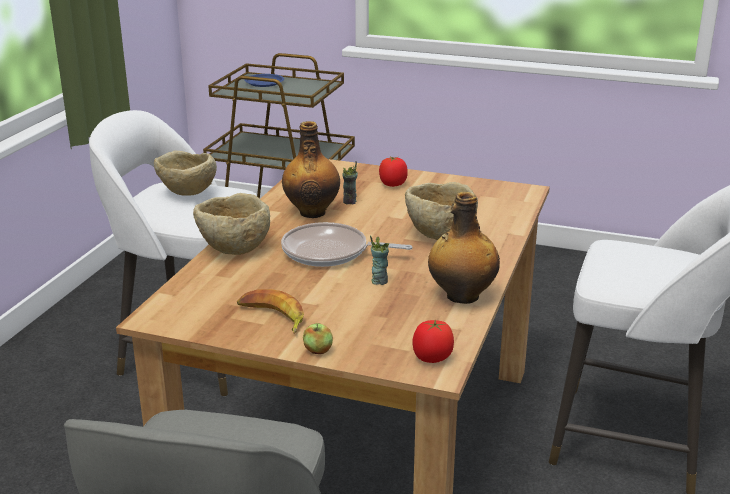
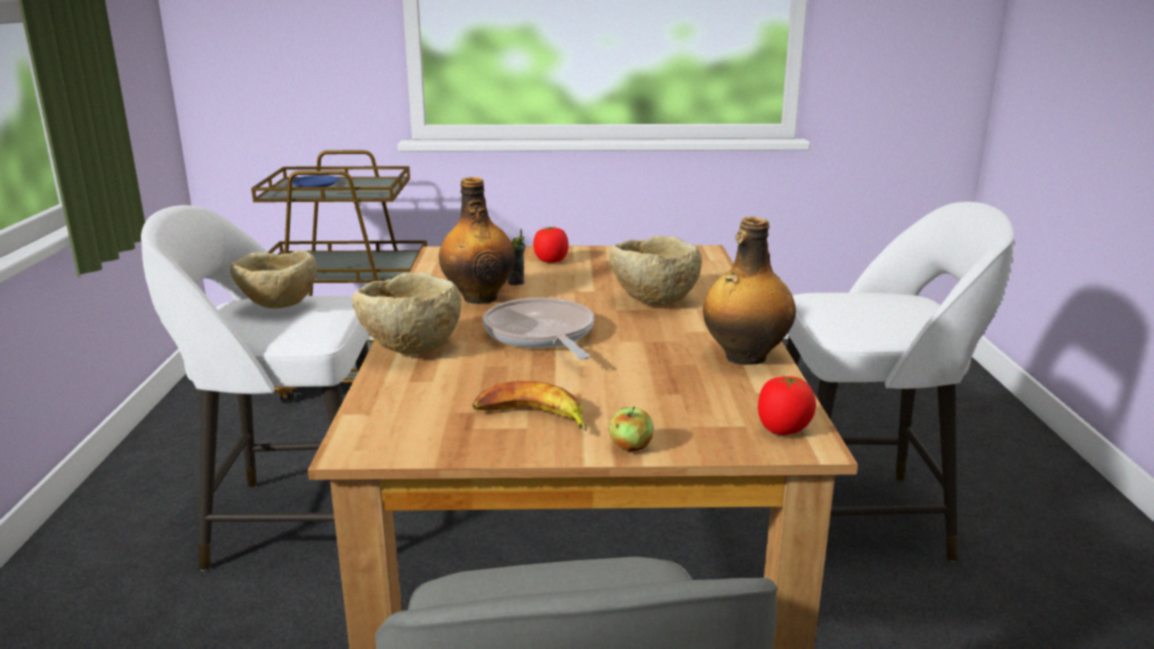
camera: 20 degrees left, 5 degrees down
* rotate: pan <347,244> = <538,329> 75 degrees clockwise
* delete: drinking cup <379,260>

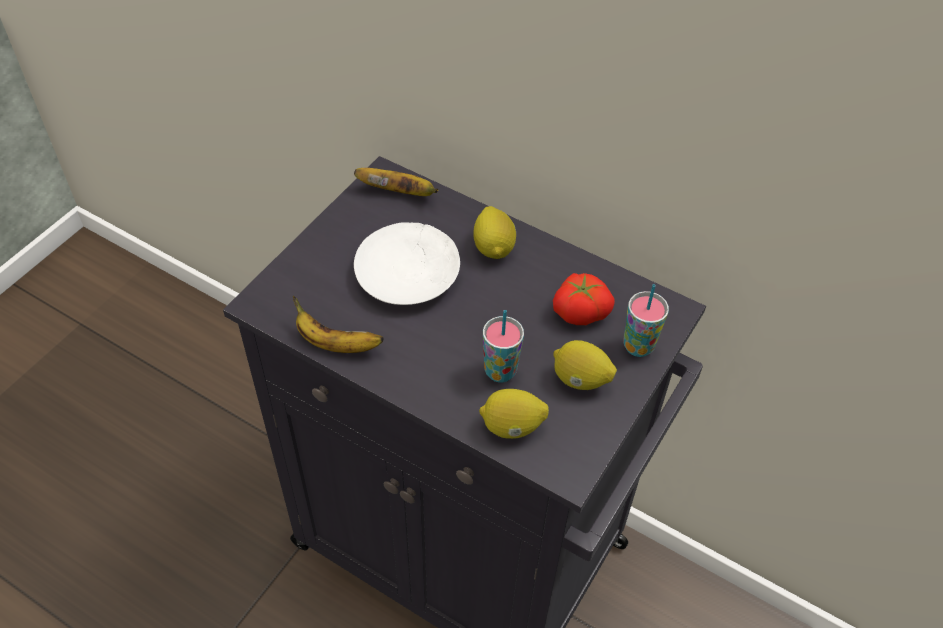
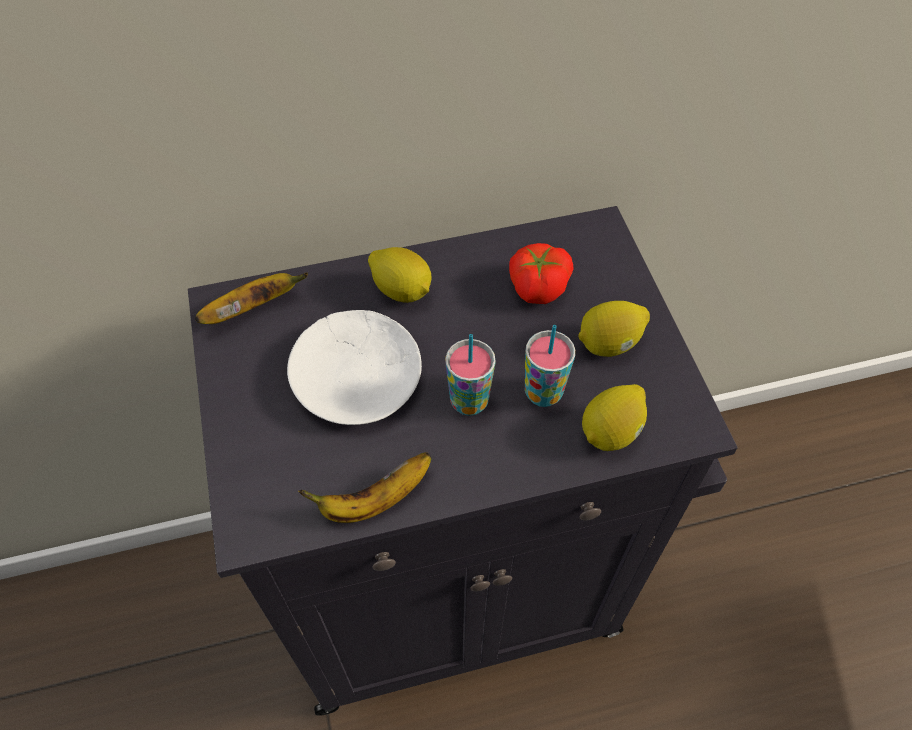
camera: 45 degrees left, 5 degrees up
* move: drinking cup <646,320> to <470,375>

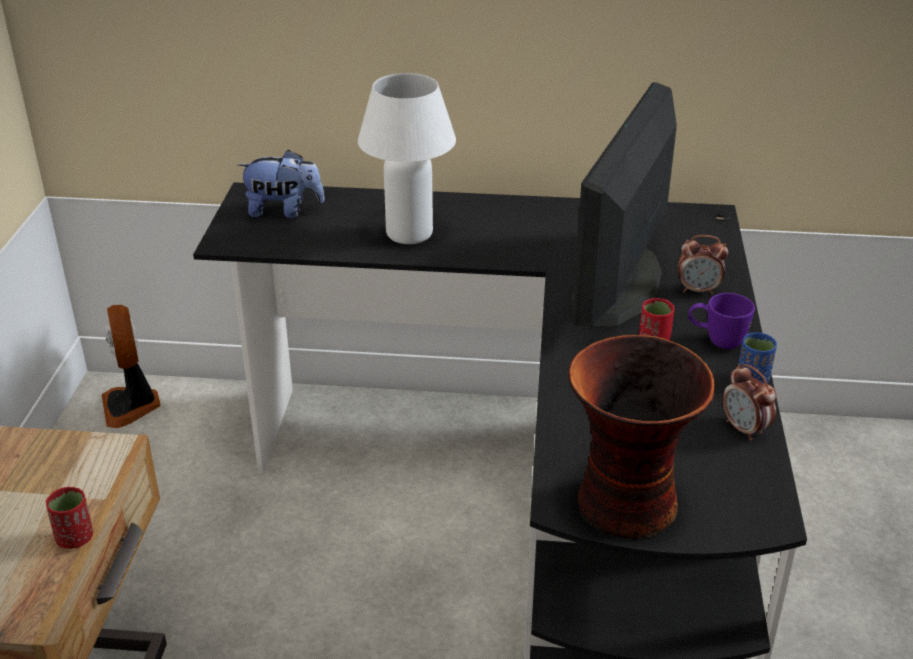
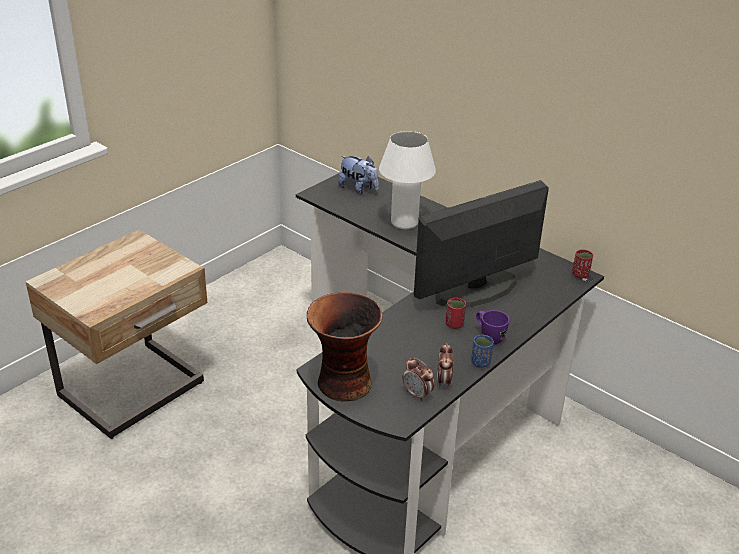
camera: 35 degrees right, 0 degrees up
* move: bedside clock <703,265> to <418,379>
* delete: fan <131,366>
* move: drinking cup/red <69,518> to <582,263>

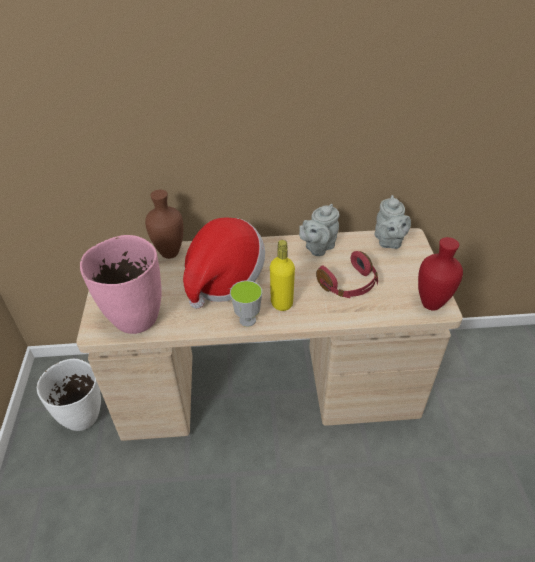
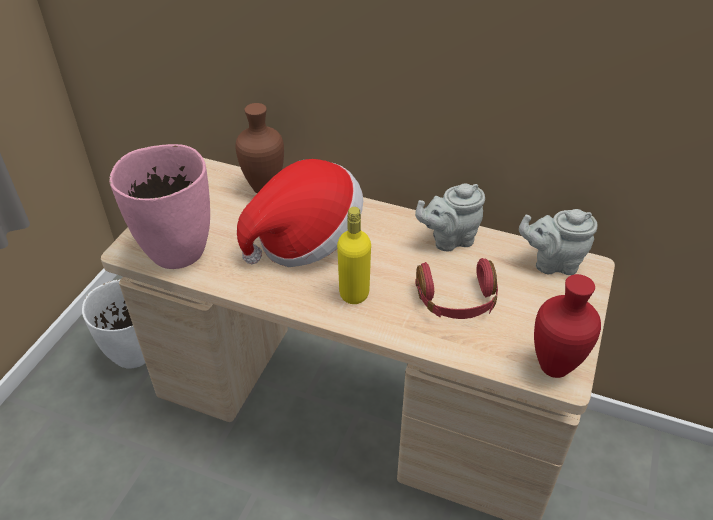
camera: 25 degrees right, 0 degrees up
* rotate: teapot/grey <393,222> = <558,242> 75 degrees clockwise
* delete: drinking cup <246,303>

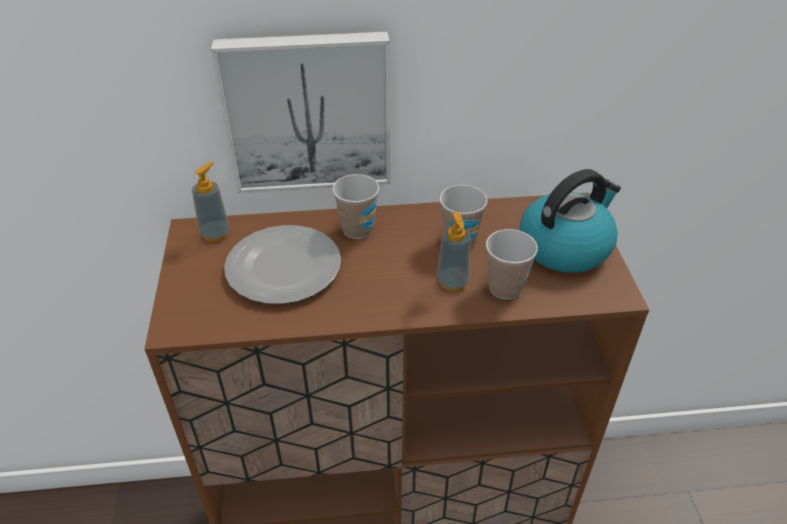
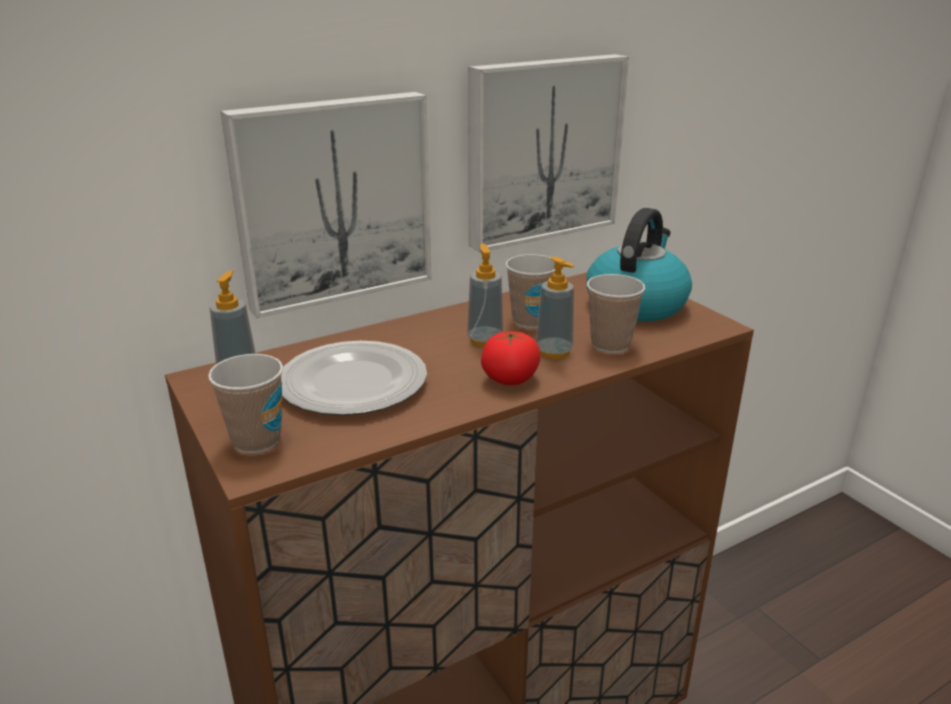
camera: 25 degrees left, 15 degrees down
* move: drinking cup <355,206> to <245,403>
* insert: picture <548,153>
* insert: soap bottle <485,295>
* insert: fresh tomato <511,358>

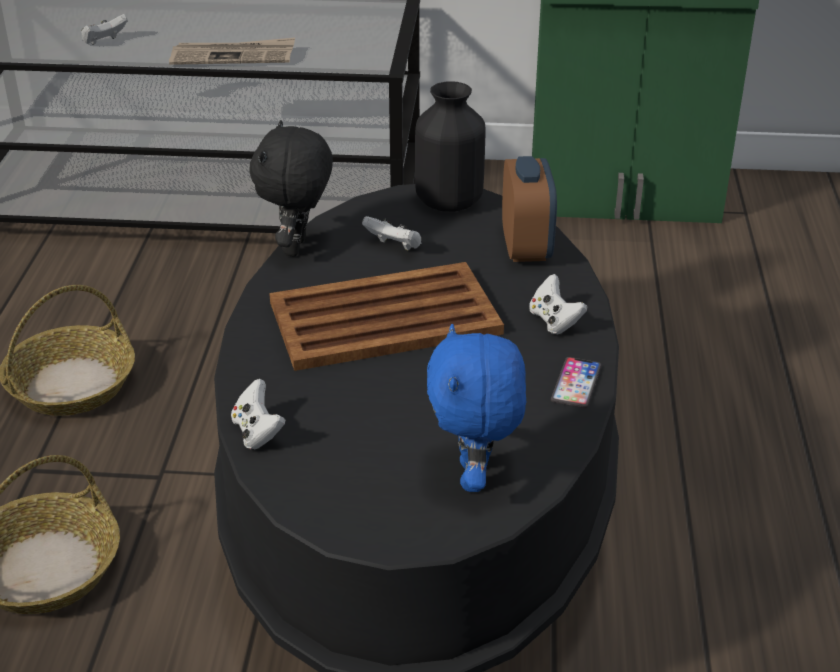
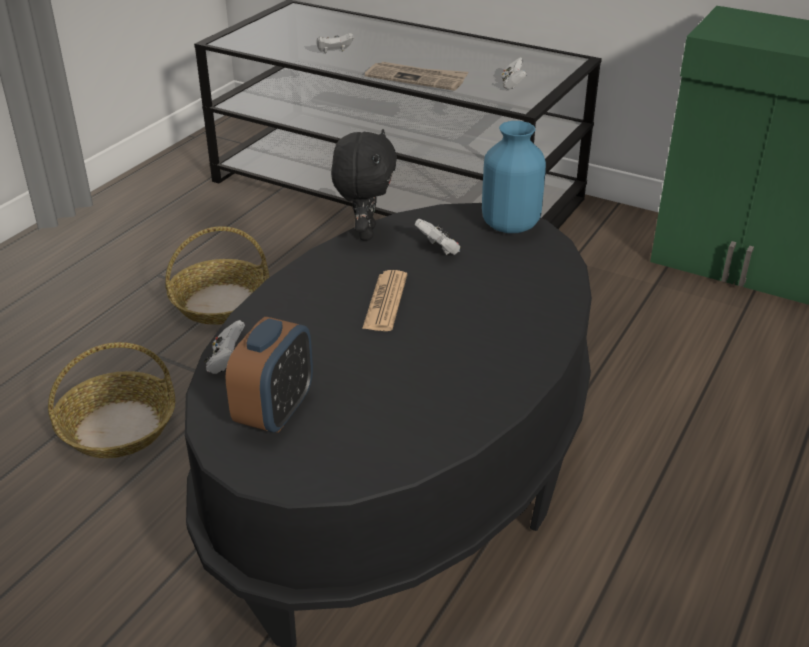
camera: 25 degrees right, 0 degrees up
* recolor: flower vase/black <450,146> to flower vase/blue <514,177>
* rotate: plush toy/black <291,188> = <364,185> 150 degrees clockwise
* move: bedside clock <529,209> to <269,375>
* replace: tray/brown <386,316> to newspaper <384,300>
* move: game controller/white-coloured <558,304> to <514,74>
* delete: plush toy/blue <476,408>
* delete: phone <576,382>

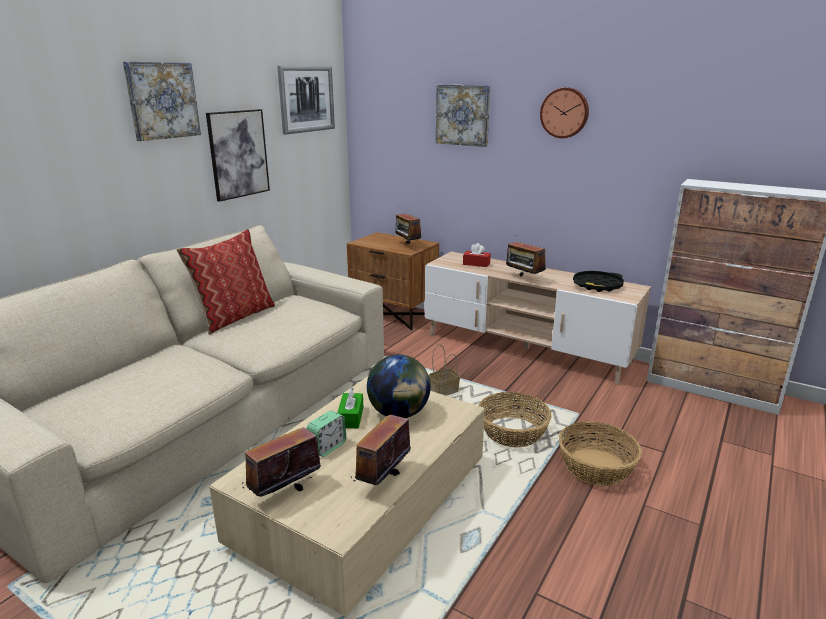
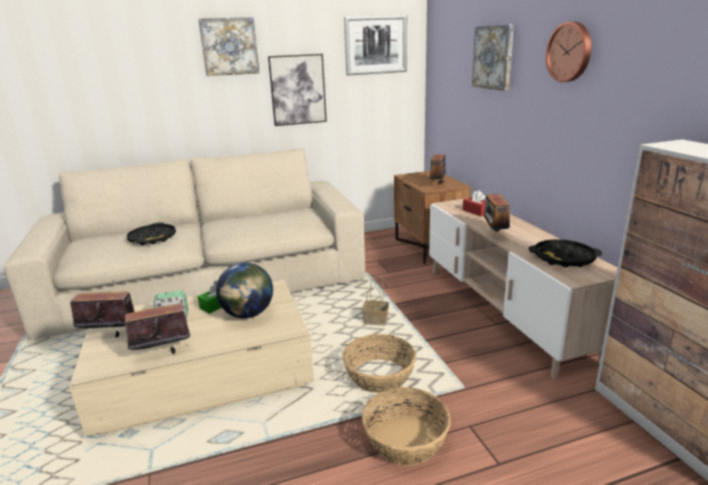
camera: 40 degrees right, 0 degrees up
* delete: throw pillow <226,282>
* insert: tray/black <151,234>

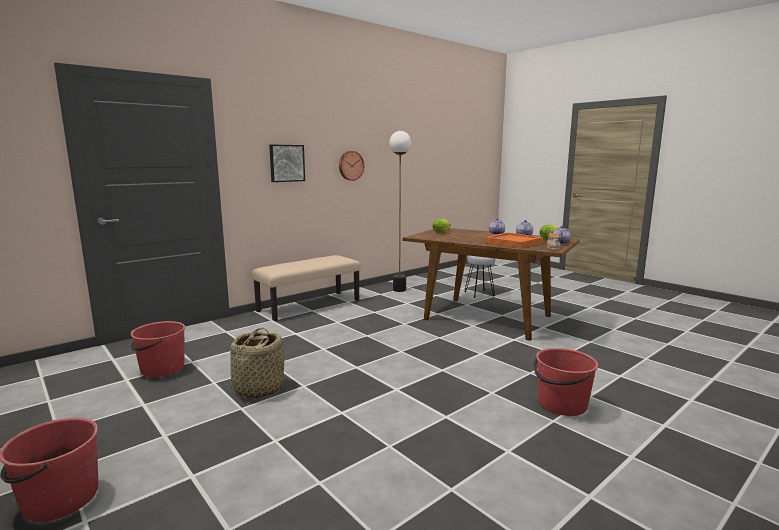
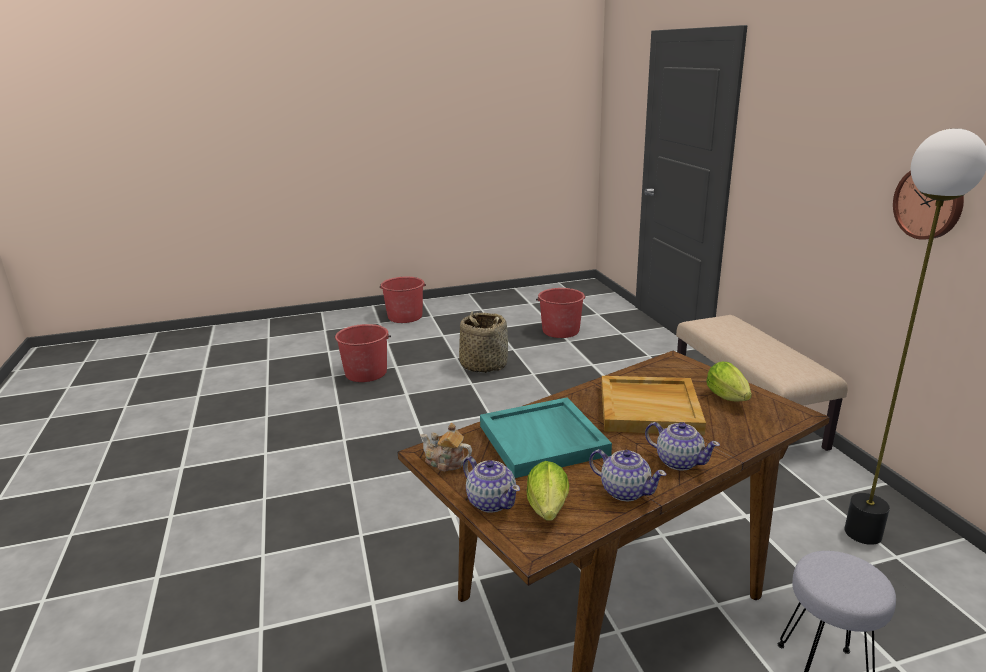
camera: 115 degrees right, 10 degrees up
* delete: picture <287,163>
* recolor: tray/orange <514,240> to tray/turquoise <546,437>
* move: pail/red <566,382> to <363,353>
* insert: tray/beige <653,405>

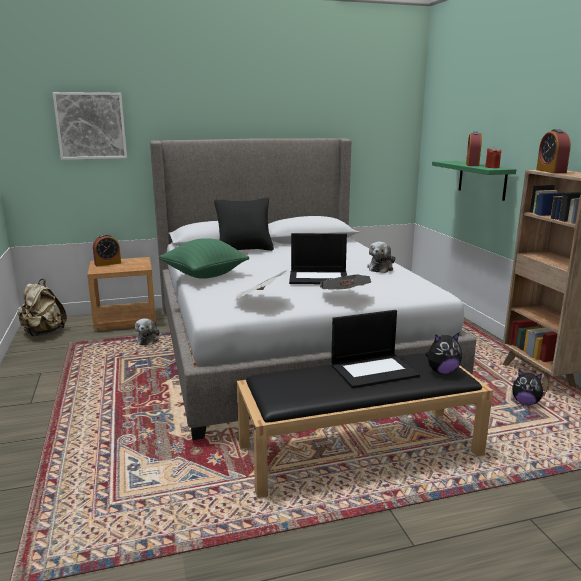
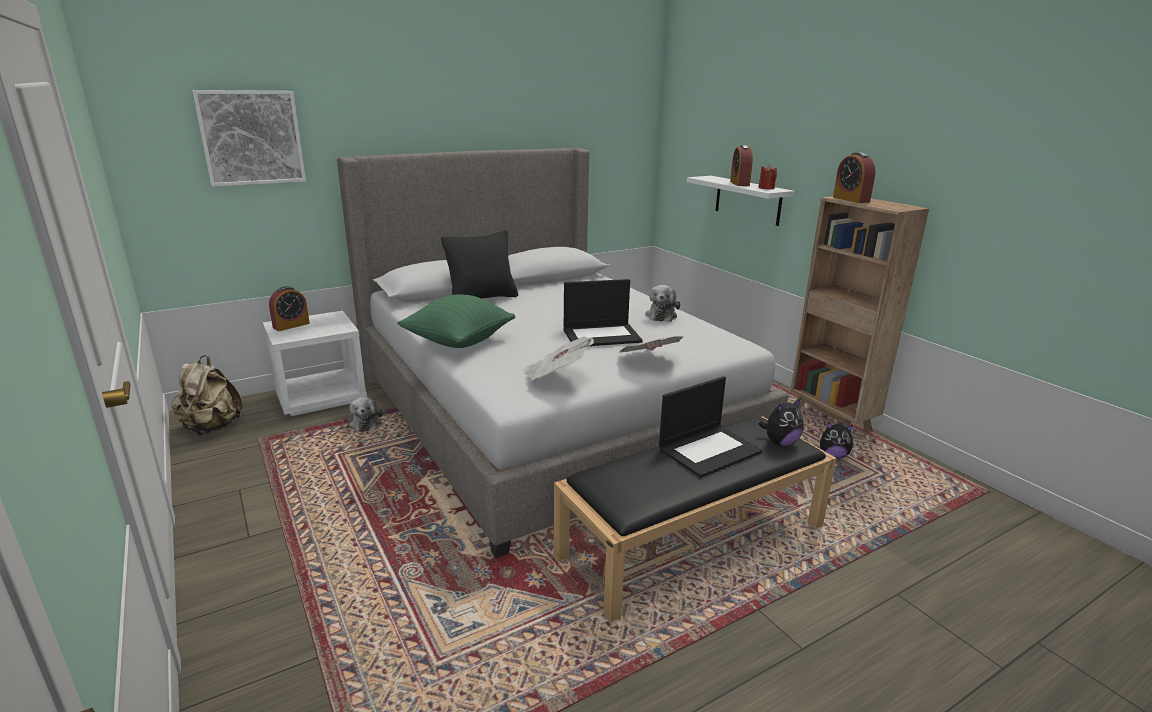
camera: 15 degrees left, 5 degrees up
* recolor: bracket shelf/green <474,181> to bracket shelf/white-coloured <740,201>
* recolor: night table/brown <121,294> to night table/white-coloured <315,363>

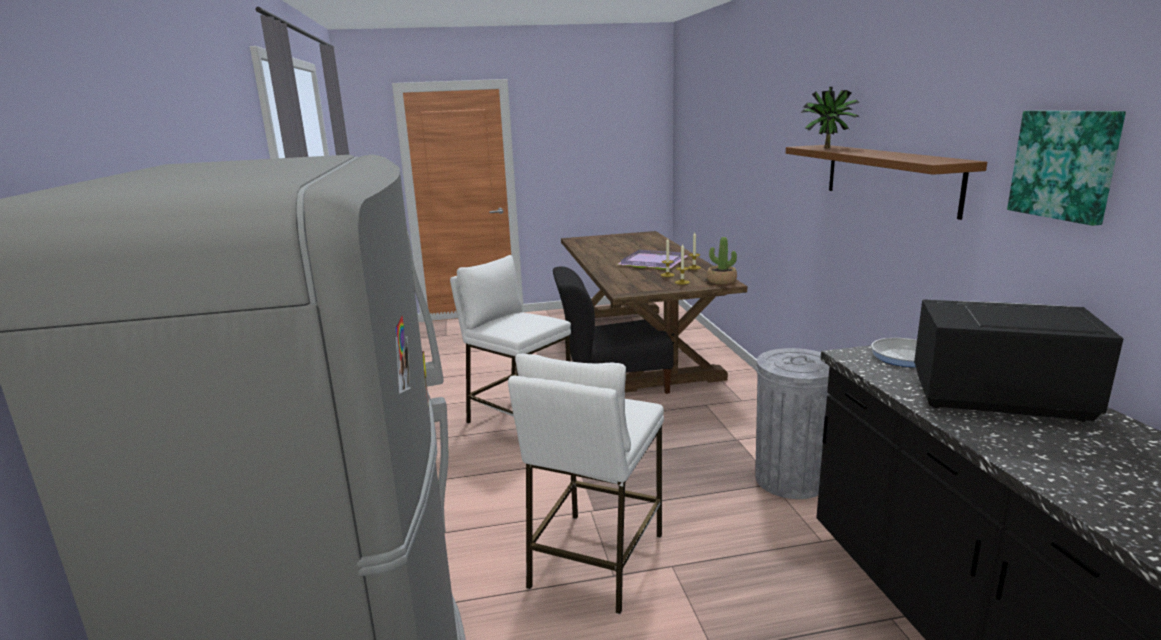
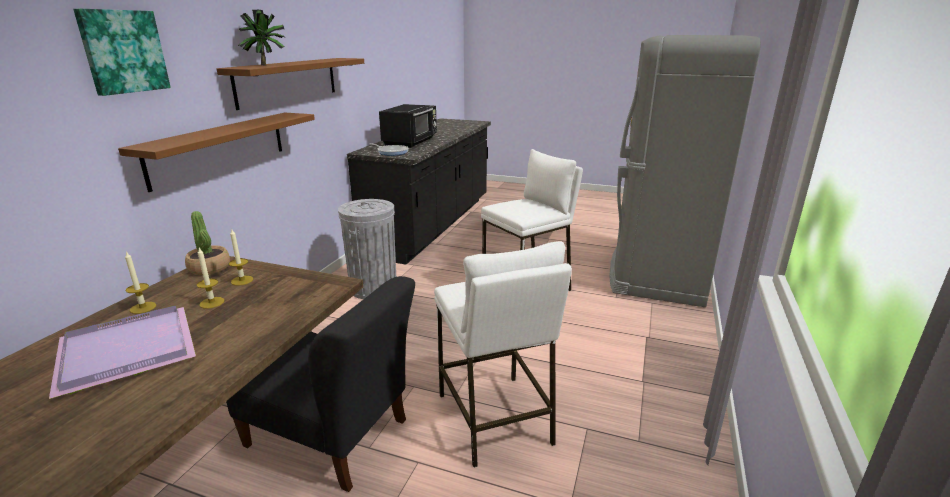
camera: 150 degrees left, 5 degrees up
* move: picture <1066,168> to <122,52>
* rotate: microwave oven/black <1019,360> = <408,126> 120 degrees counterclockwise
* insert: bracket shelf/brown <216,152>

